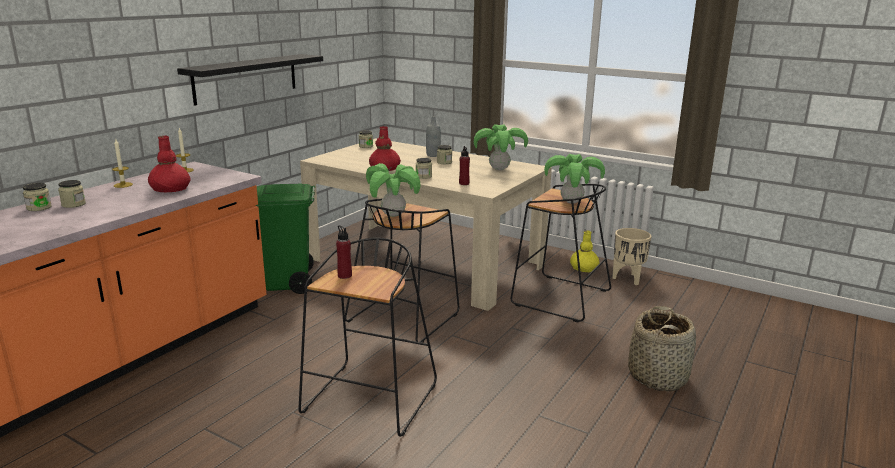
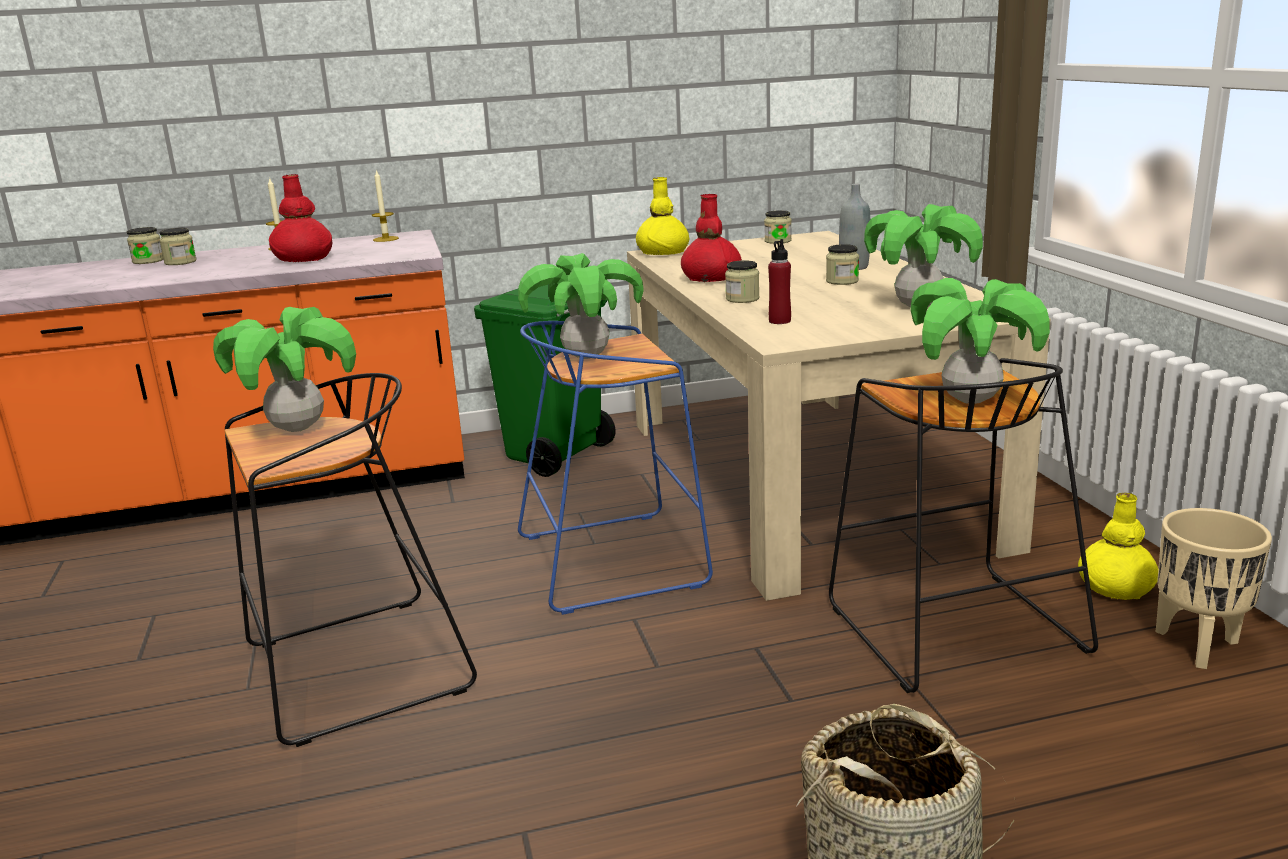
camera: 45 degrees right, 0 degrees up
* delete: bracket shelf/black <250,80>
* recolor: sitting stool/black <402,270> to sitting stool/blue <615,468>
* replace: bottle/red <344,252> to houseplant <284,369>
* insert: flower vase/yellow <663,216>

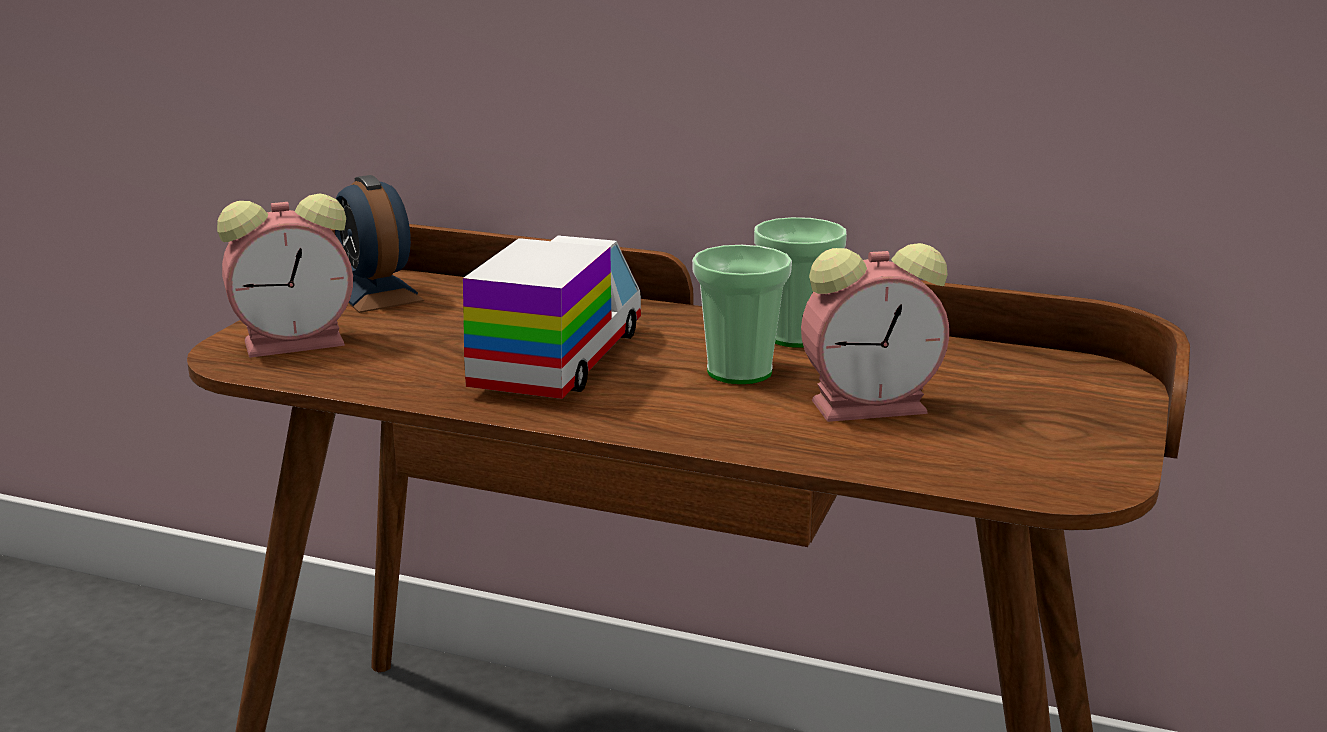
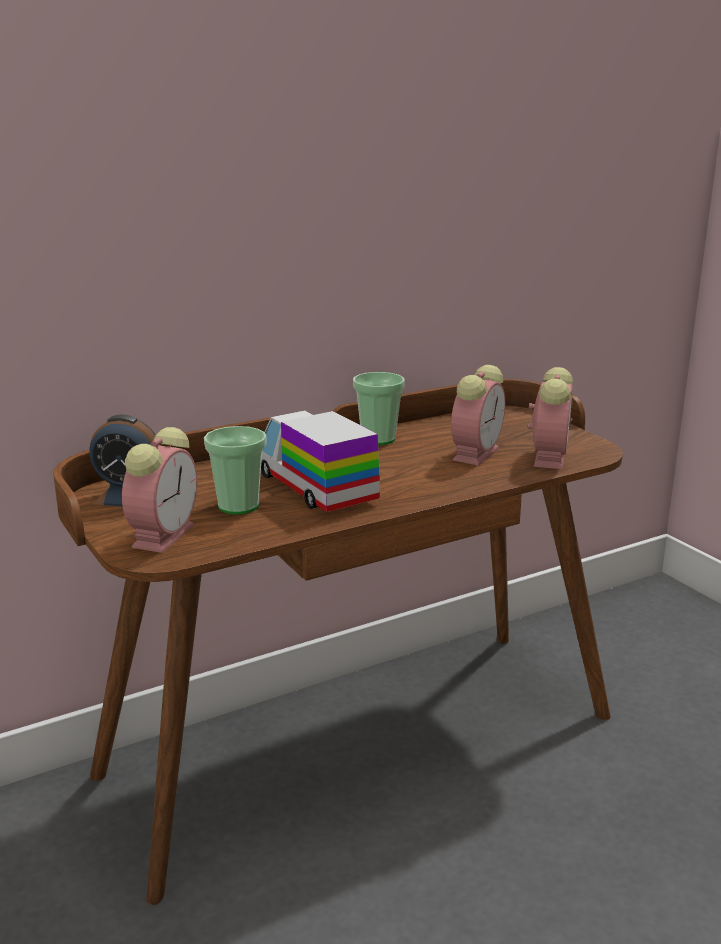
camera: 50 degrees left, 0 degrees up
* move: drinking cup <742,314> to <235,470>
* insert: bedside clock <550,418>

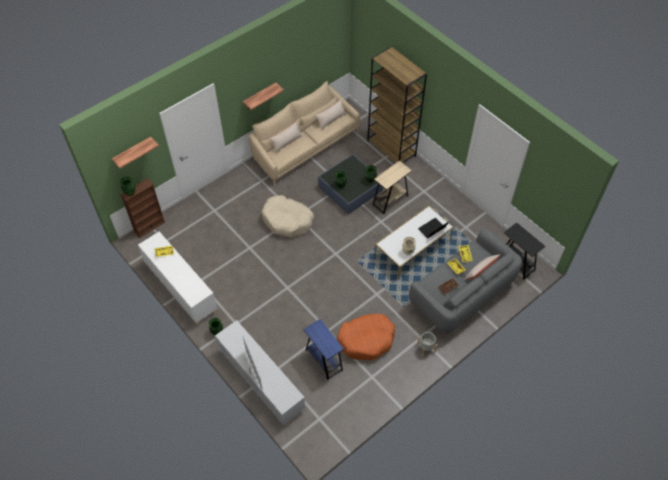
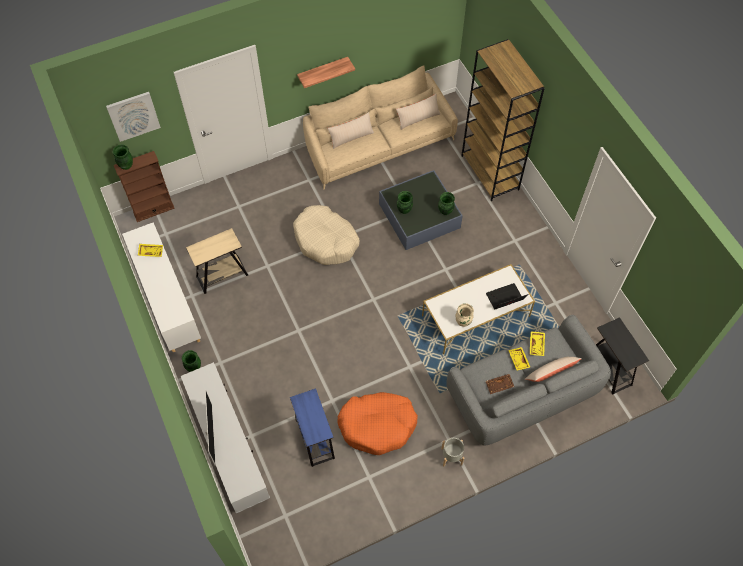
camera: 15 degrees right, 5 degrees up
* replace: bracket shelf <135,152> to picture <133,117>
* move: accent table/beige <392,187> to <217,261>

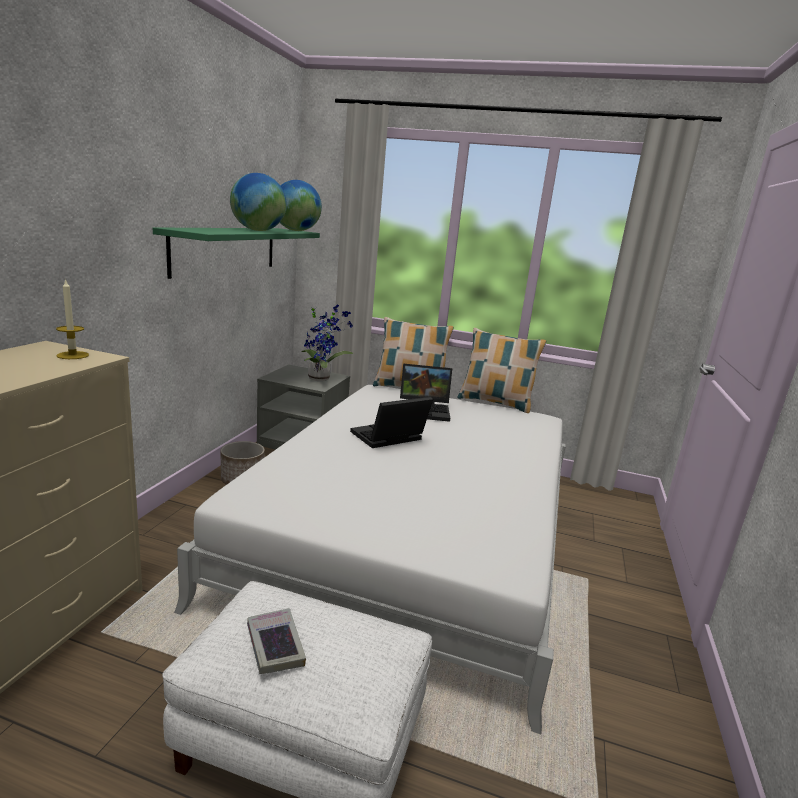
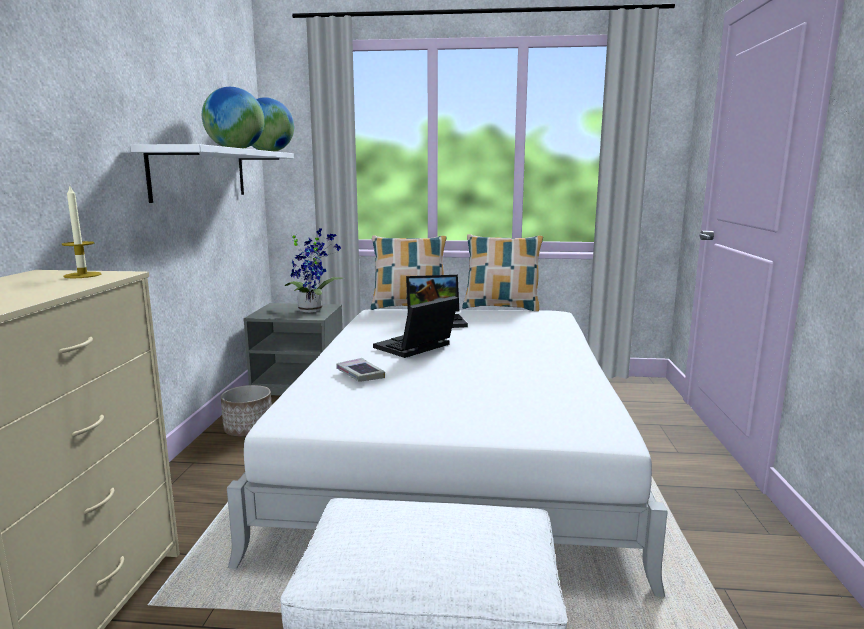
camera: 10 degrees left, 5 degrees down
* recolor: bracket shelf/green <236,253> to bracket shelf/white-coloured <212,173>
* move: book <276,641> to <360,370>

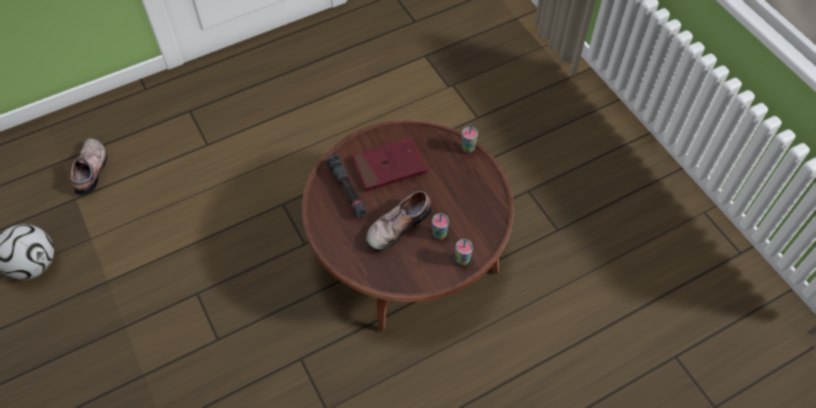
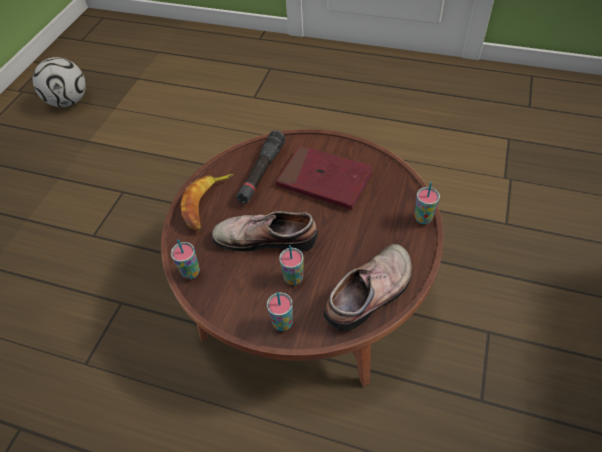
camera: 50 degrees right, 5 degrees down
* move: item of footwear <89,166> to <368,287>
* insert: banana <207,202>
* insert: drinking cup <185,259>

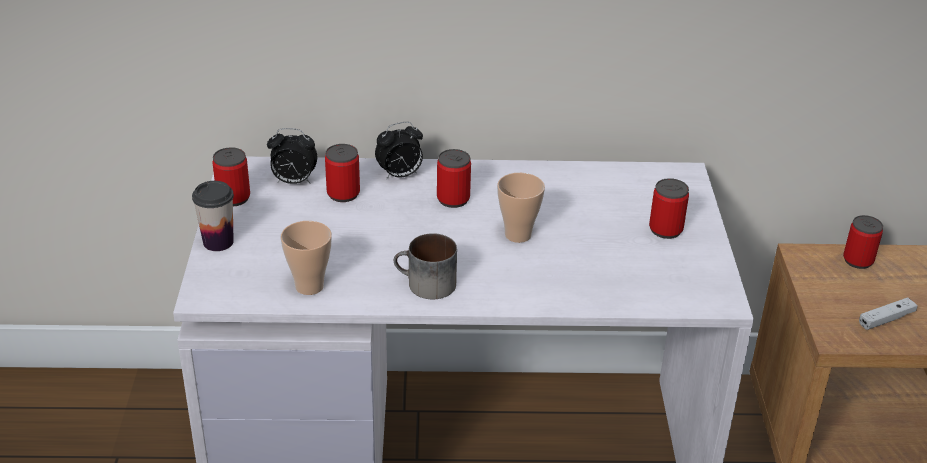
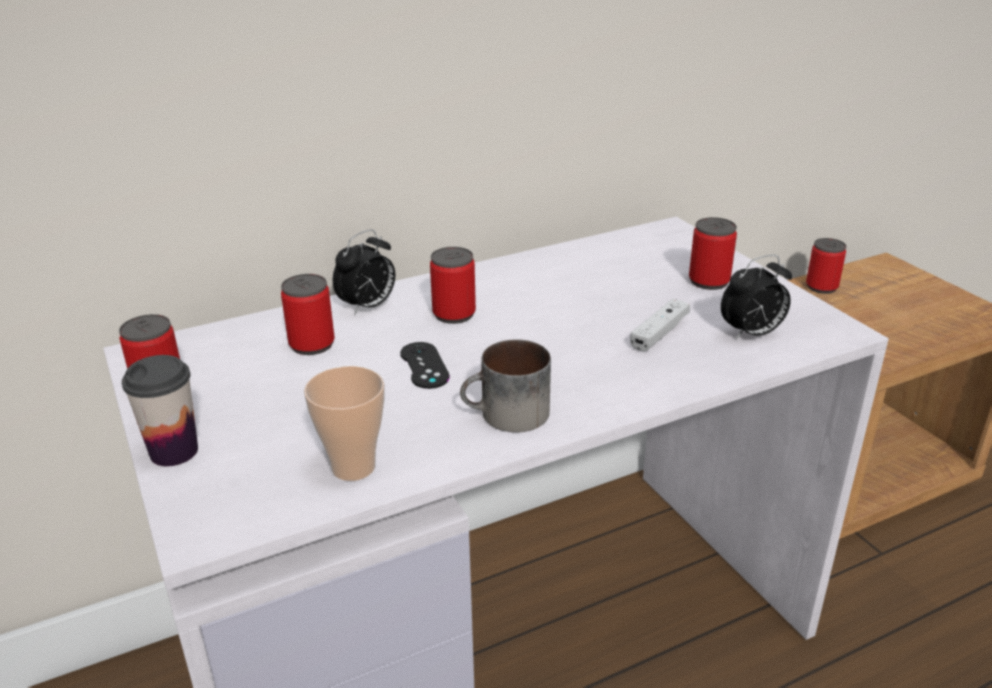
camera: 25 degrees left, 5 degrees down
* move: bedside clock <292,156> to <756,297>
* delete: drinking cup <521,208>
* move: game controller/white-coloured <888,313> to <660,325>
* insert: game controller/black <425,365>

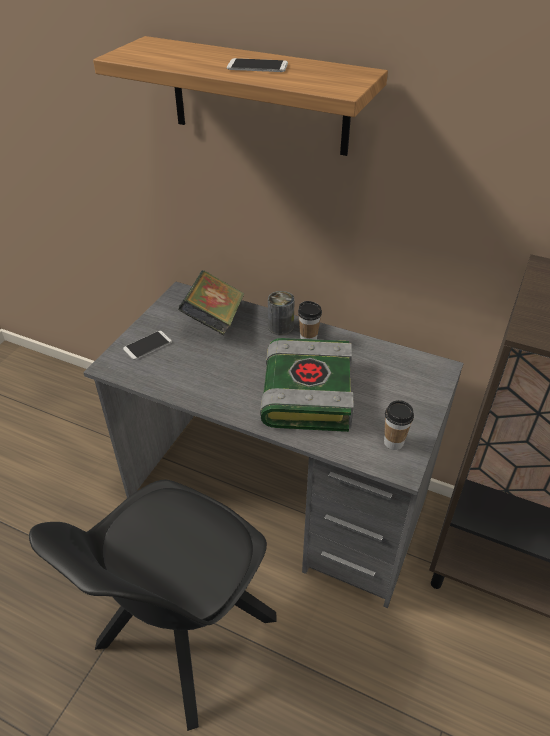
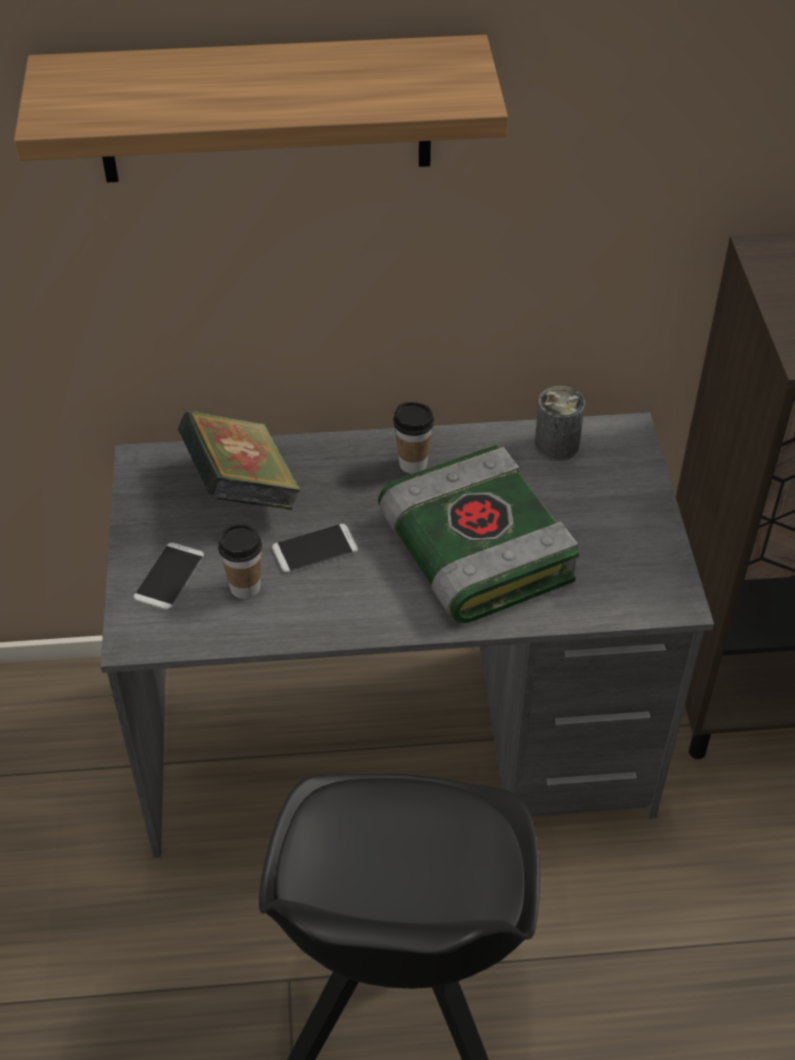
camera: 30 degrees left, 5 degrees up
* move: phone <257,65> to <315,548>
* move: metal can <281,313> to <560,423>
* move: drinking cup <399,425> to <240,561>

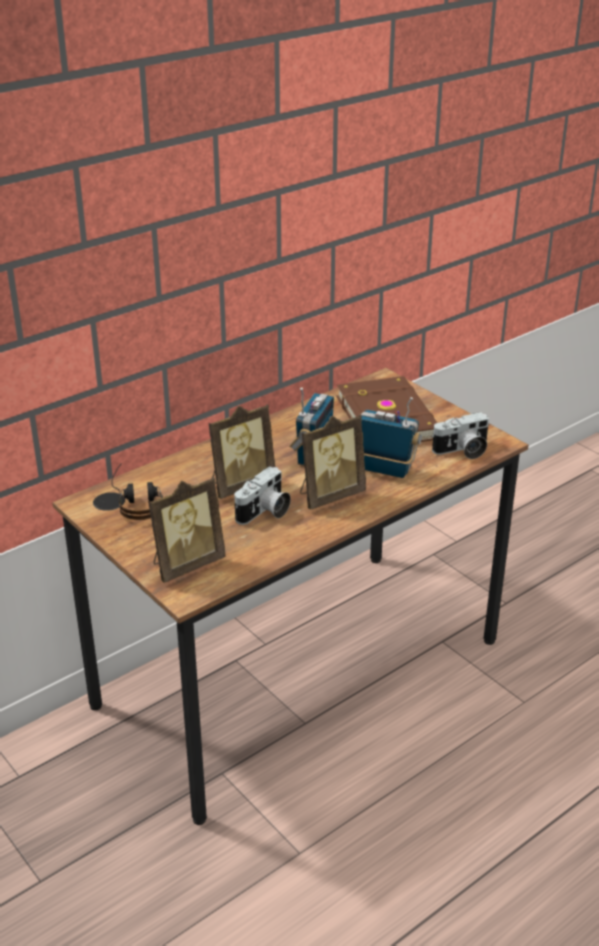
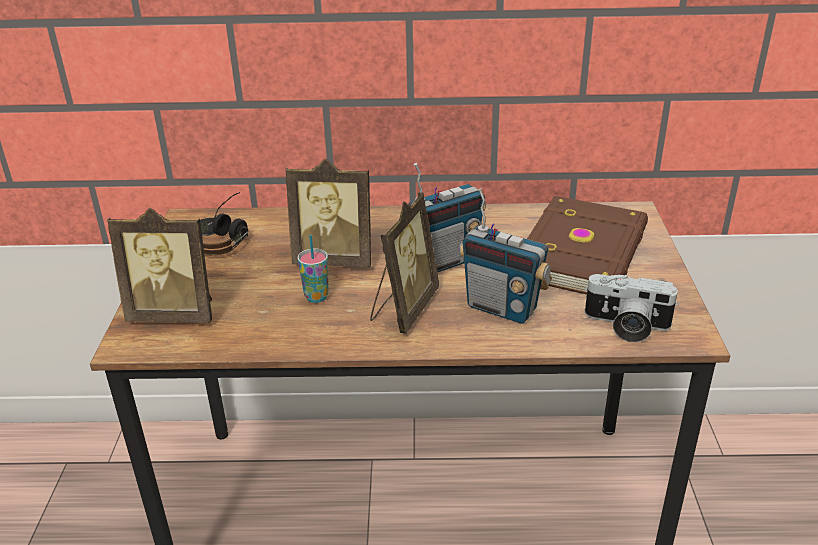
camera: 40 degrees right, 0 degrees up
* rotate: radio set <391,437> = <505,256> 150 degrees clockwise
* rotate: picture frame <333,462> = <404,263> 75 degrees counterclockwise
* replace: photo camera <262,495> to drinking cup <313,269>

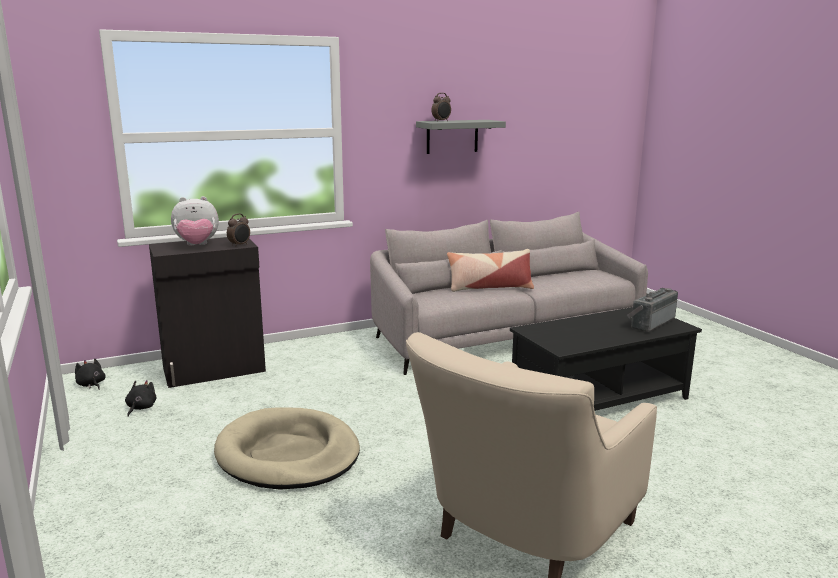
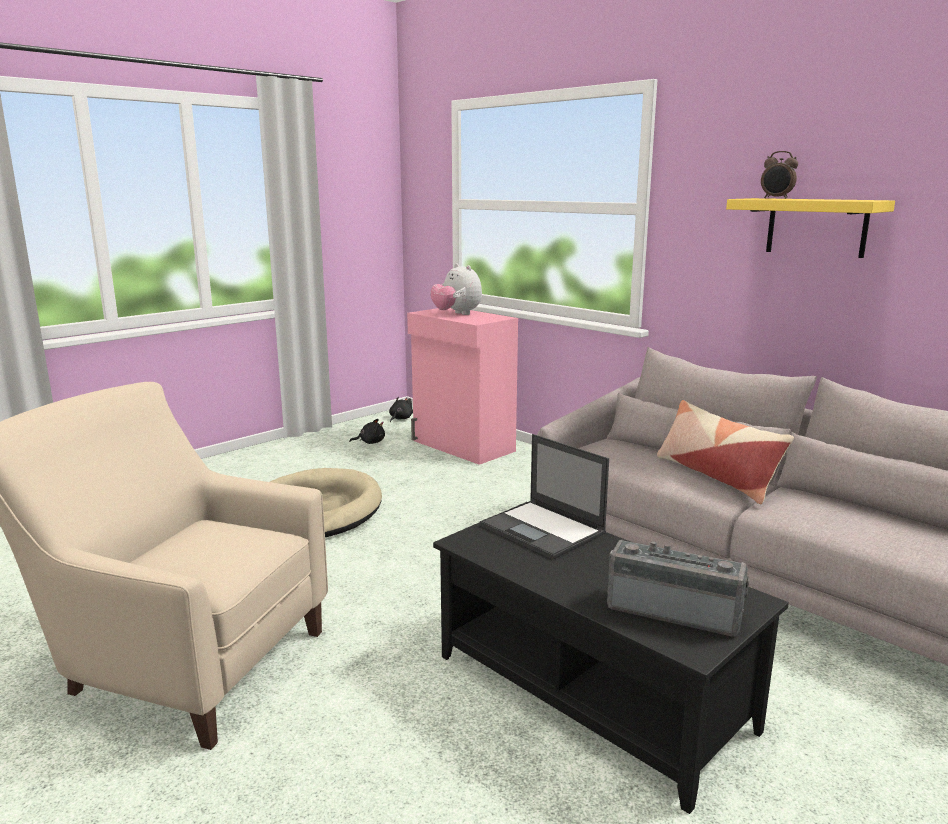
camera: 70 degrees right, 0 degrees up
* recolor: bracket shelf/grey <461,137> to bracket shelf/yellow <810,228>
* delete: bedside clock <238,230>
* recolor: cabinet/black <207,312> to cabinet/pink-coloured <462,386>
* insert: portable computer <544,497>

